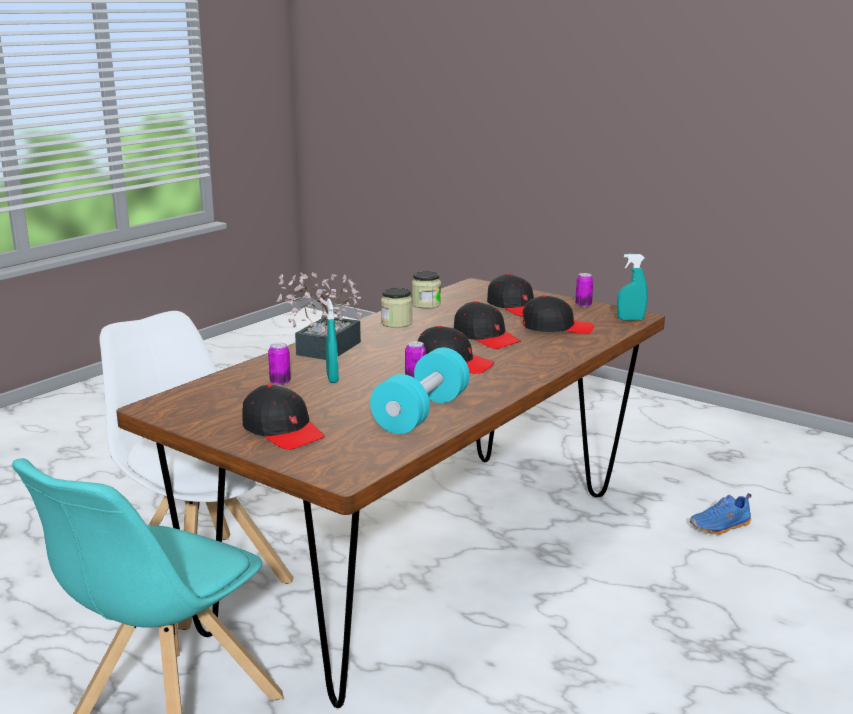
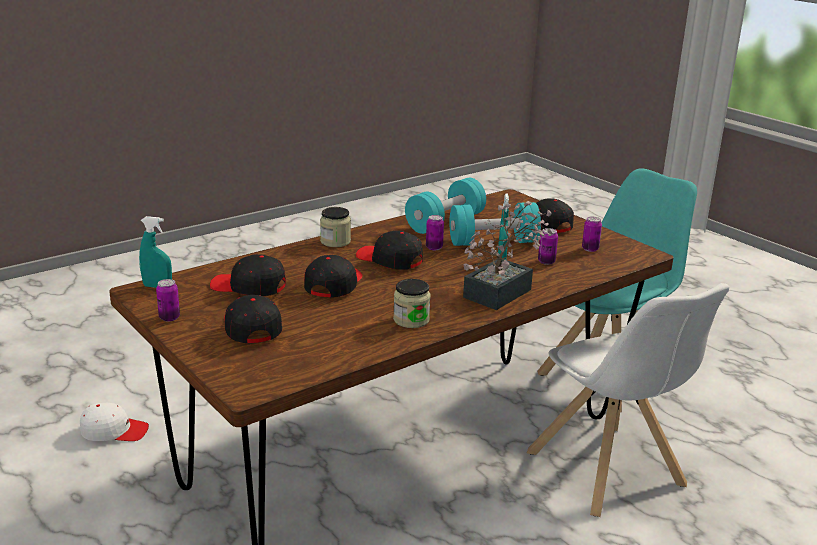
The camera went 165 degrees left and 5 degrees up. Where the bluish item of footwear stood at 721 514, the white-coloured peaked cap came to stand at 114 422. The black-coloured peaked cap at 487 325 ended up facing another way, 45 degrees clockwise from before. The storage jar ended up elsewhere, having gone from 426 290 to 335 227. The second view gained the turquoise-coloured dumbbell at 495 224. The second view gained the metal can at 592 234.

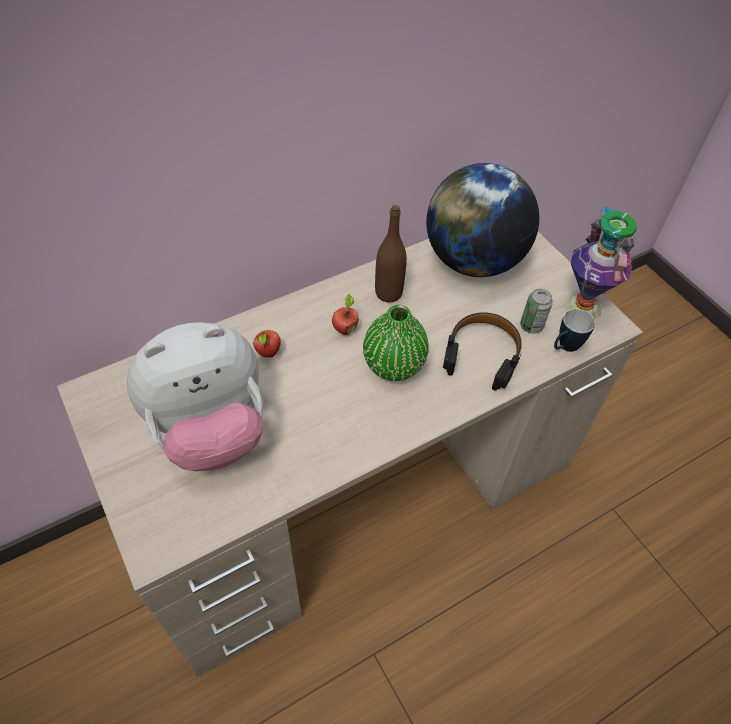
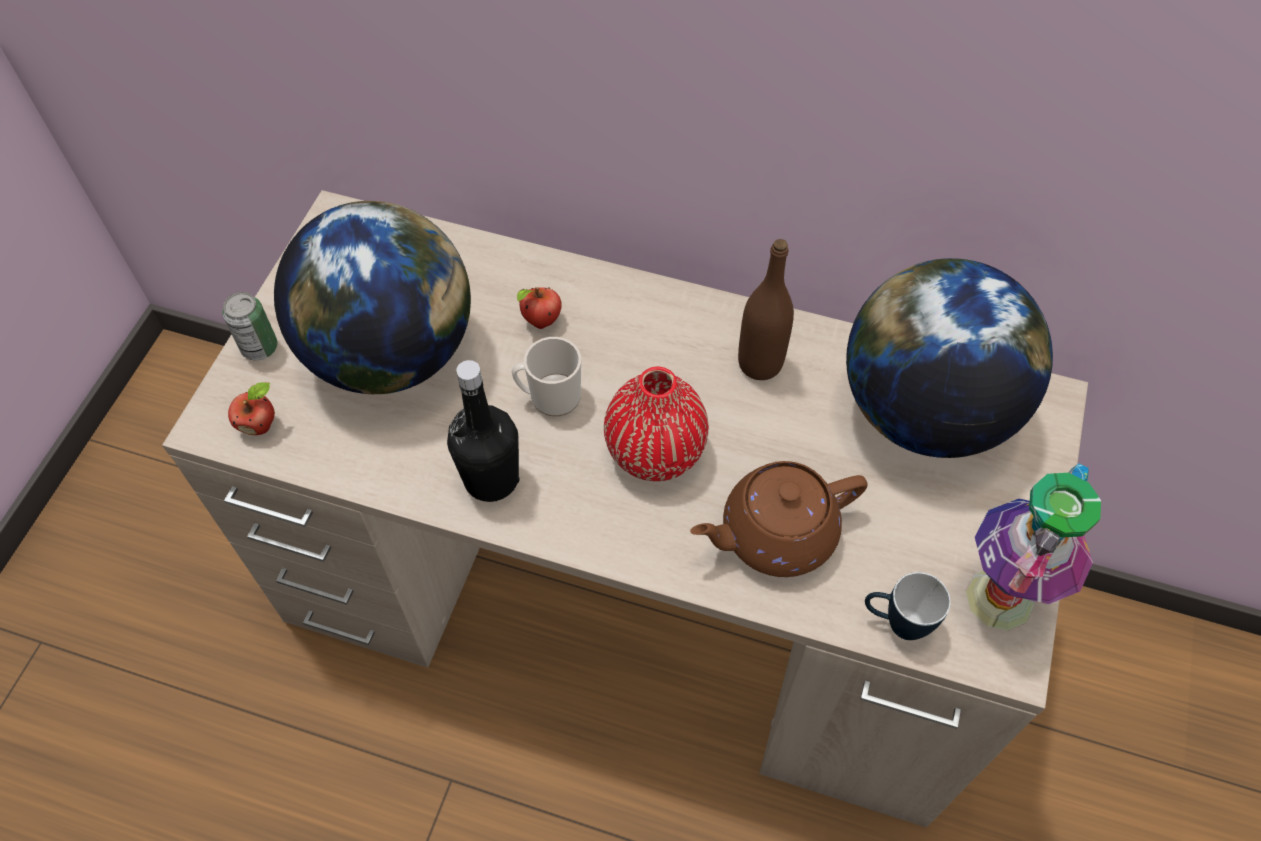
The camera went 50 degrees right and 5 degrees up. The metal can ended up elsewhere, having gone from 536 311 to 250 326. The apple ended up elsewhere, having gone from 345 314 to 251 408. Where the cuddly toy stood at 195 396, the globe came to stand at 372 297. The second view gained the black-coloured drink bottle at 483 431. The second view gained the coffee mug at 546 376. What was the green vase at 396 343 turned into the reddish vase at 656 424. Where the black-coloured pair of headphones stood at 482 351, the brown-coloured teapot came to stand at 779 519.

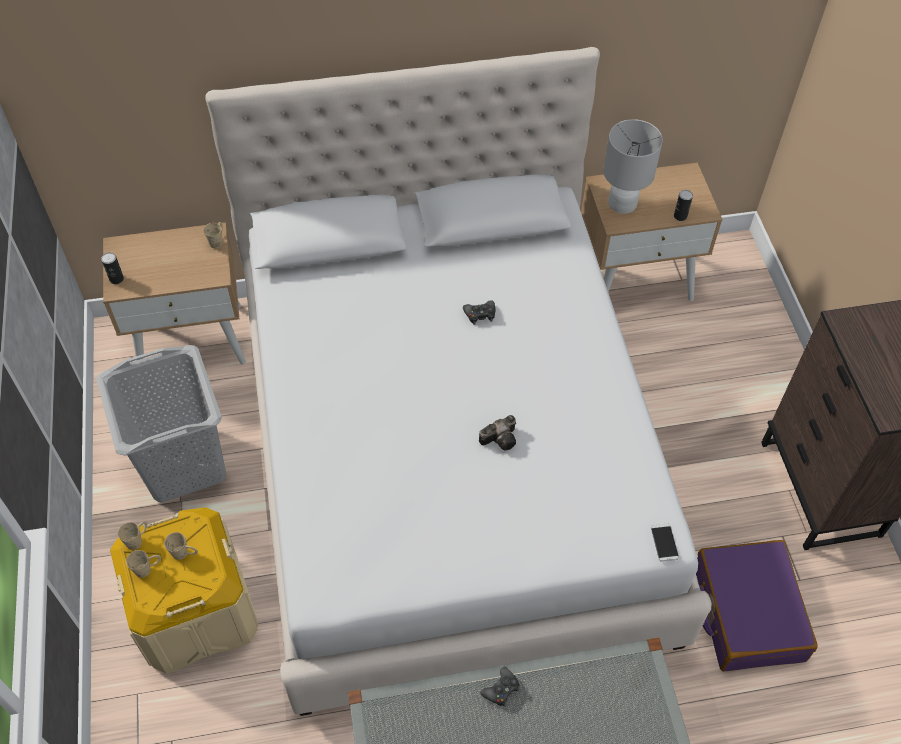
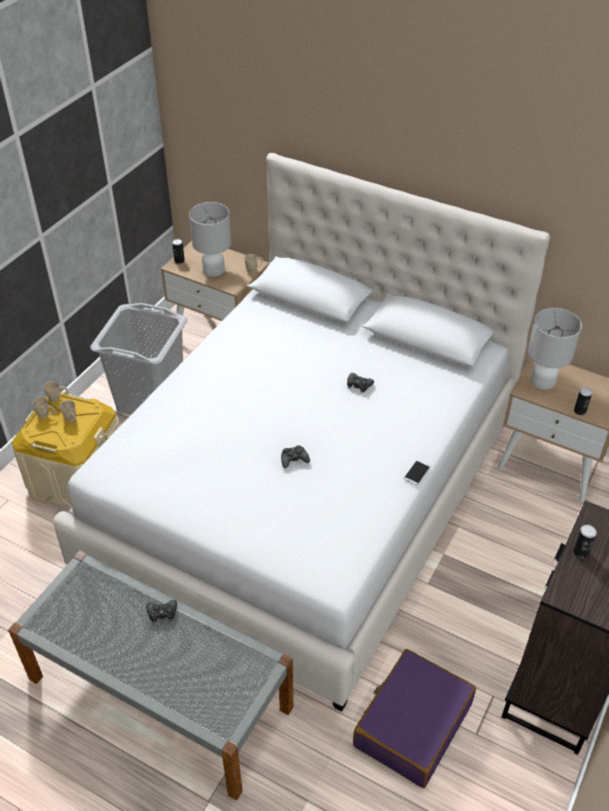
The camera went 40 degrees right and 10 degrees down. The second view gained the grey lamp for a table at 210 239. Where the still camera stood at 497 433, the black-coloured gamepad came to stand at 295 457. The handset ended up elsewhere, having gone from 665 543 to 417 472. The second view gained the metal can at 585 542.

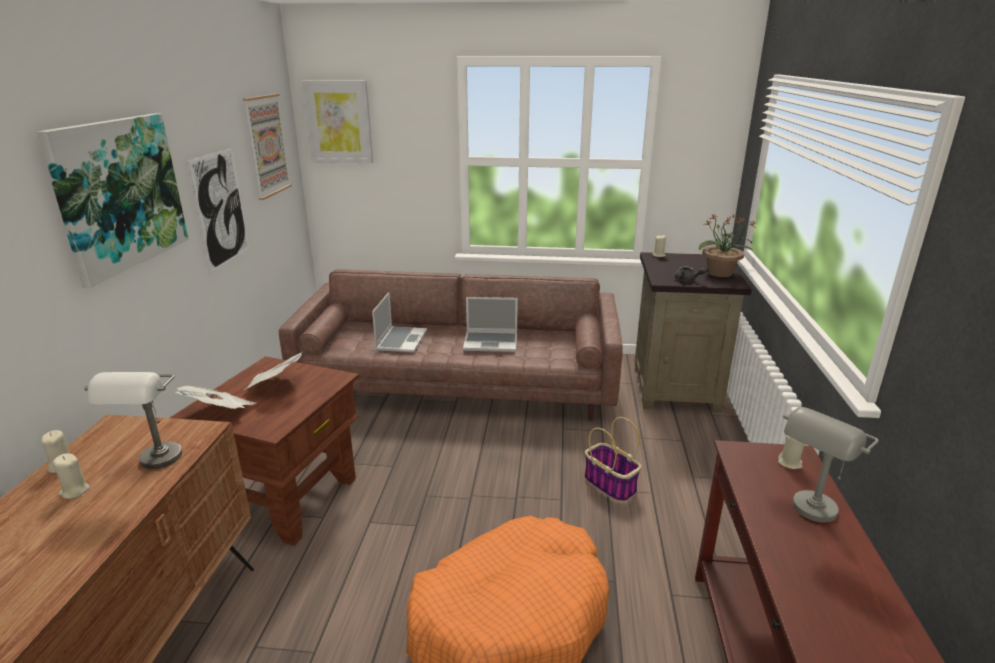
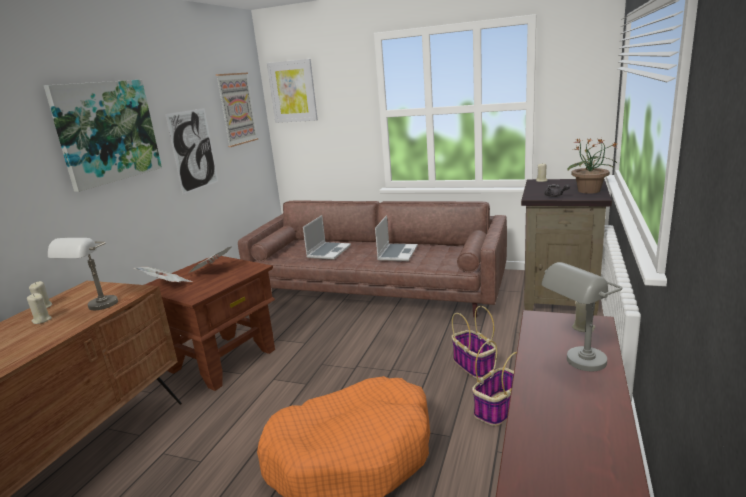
The camera went 15 degrees right and 5 degrees down. The portable computer at 490 324 ended up facing another way, 90 degrees counterclockwise from before. The second view gained the household basket at 494 383.

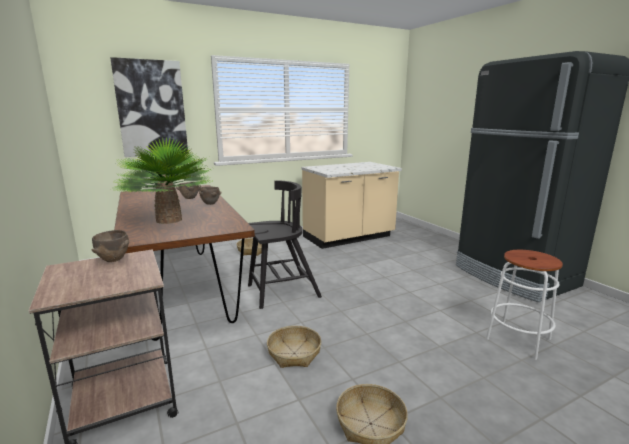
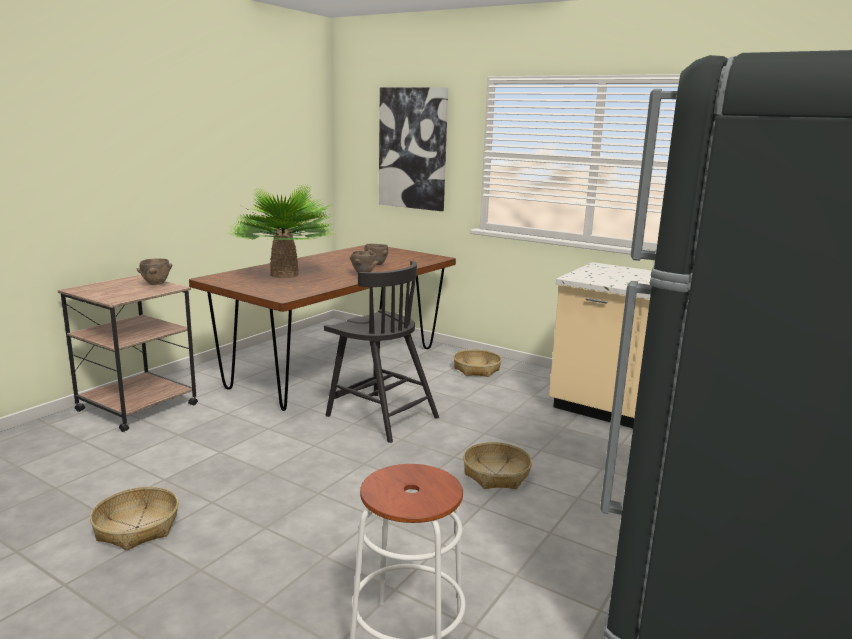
The camera went 60 degrees right and 0 degrees up. The household basket ended up elsewhere, having gone from 294 347 to 497 465.

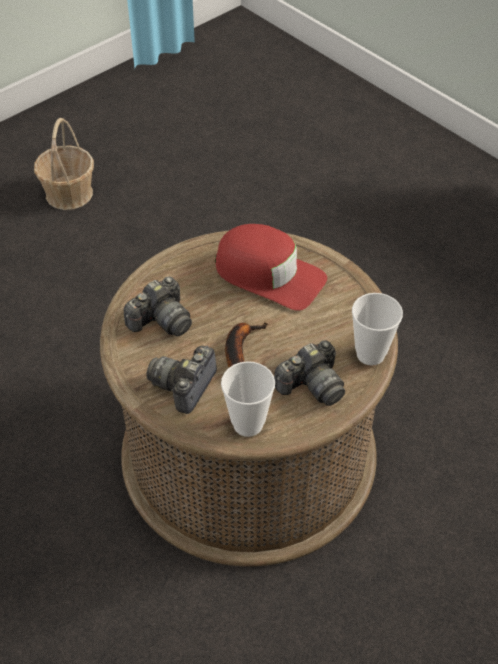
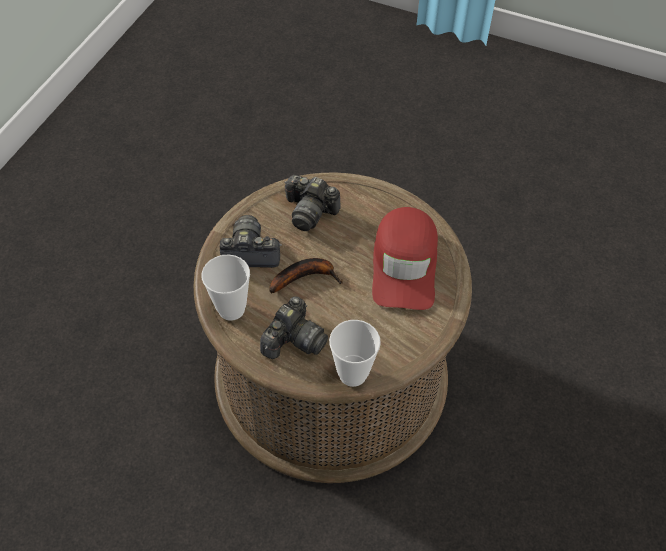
The camera went 65 degrees right and 5 degrees up. The still camera at 309 373 ended up facing another way, 90 degrees counterclockwise from before. The second view lost the household basket at 64 164.

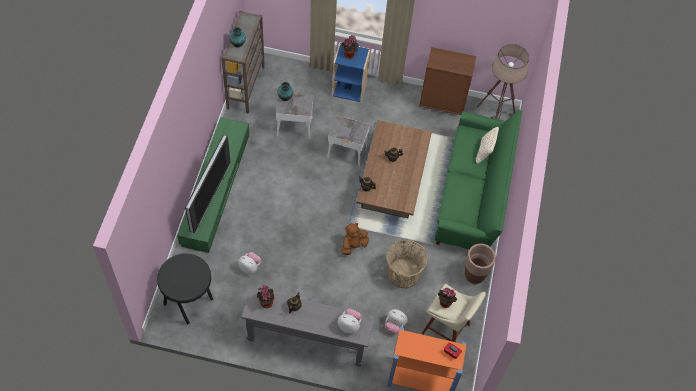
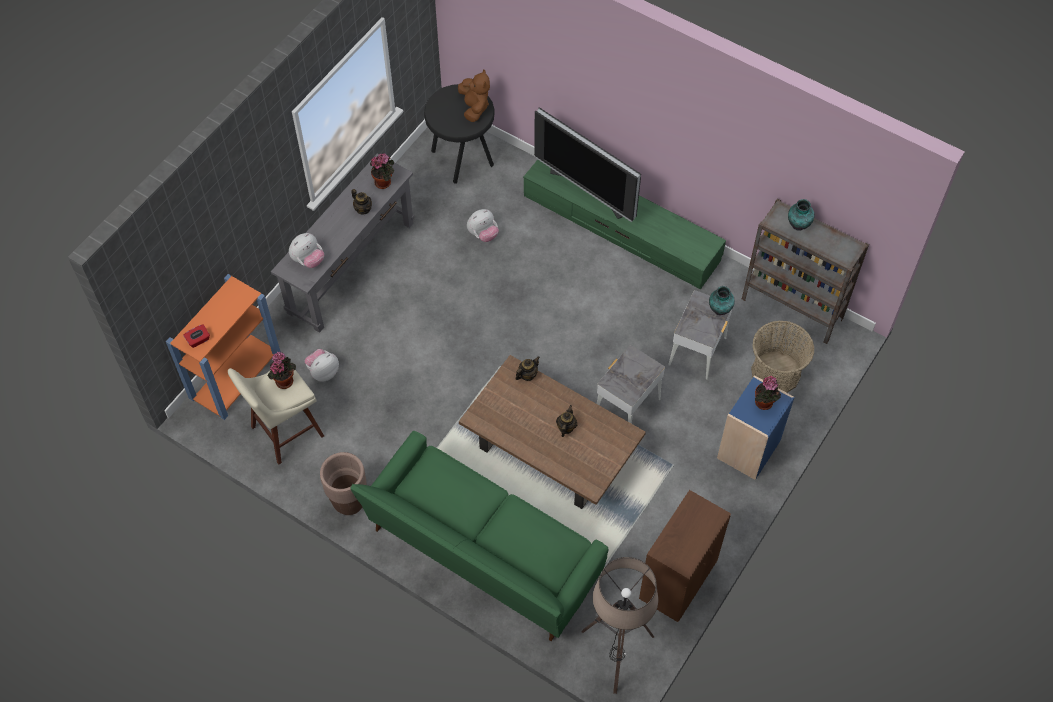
The camera went 115 degrees right and 0 degrees up. The brown-coloured cuddly toy ended up elsewhere, having gone from 355 239 to 474 96. The household basket ended up elsewhere, having gone from 407 264 to 783 357. The second view lost the beige-coloured cushion at 487 145.

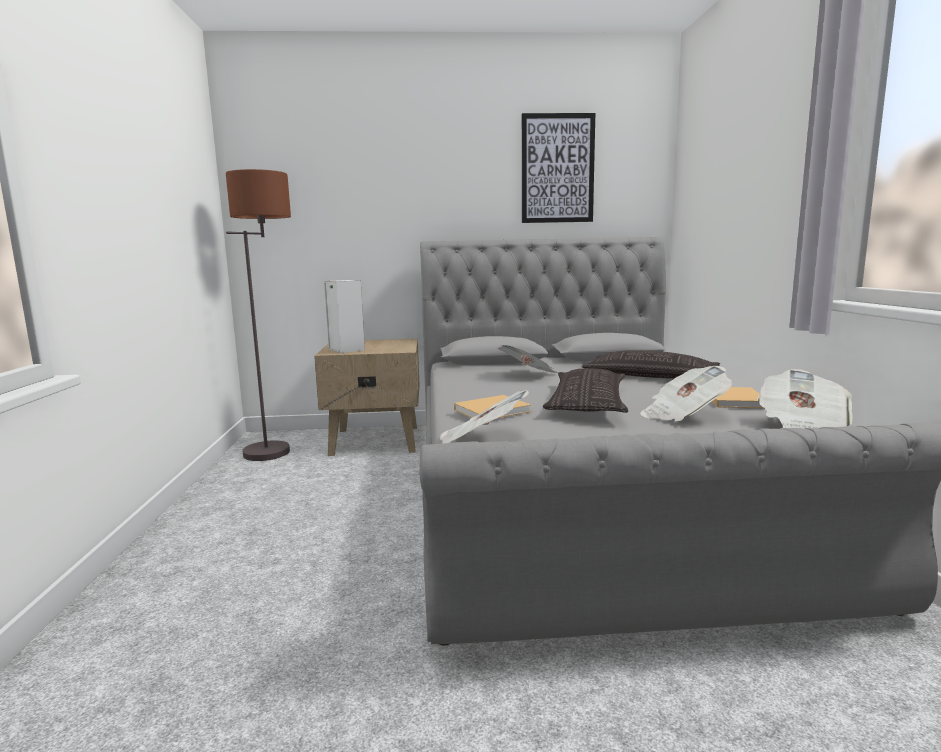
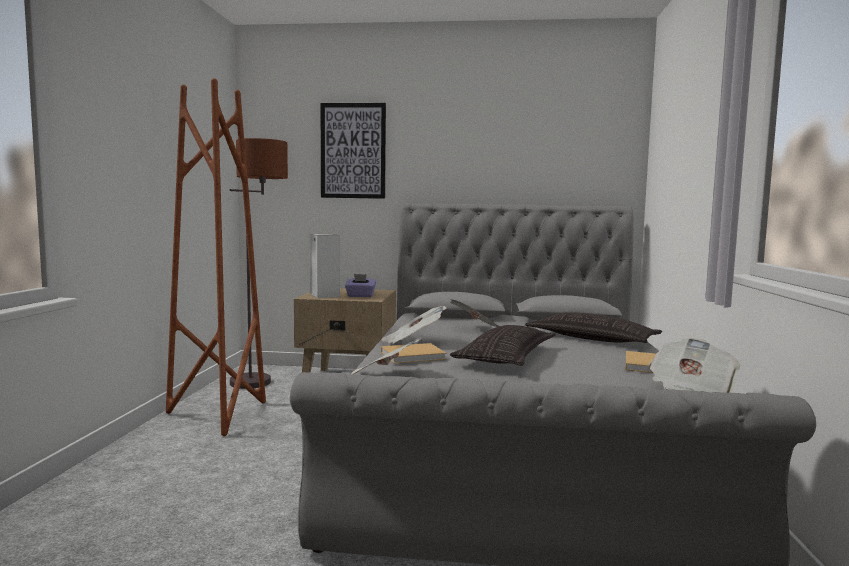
The camera went 10 degrees right and 5 degrees down. The second view gained the brown-coloured clothes rack at 216 257. The picture ended up elsewhere, having gone from 558 168 to 353 151. The second view gained the purple-coloured tissue box at 360 285. The daily paper ended up elsewhere, having gone from 686 393 to 413 325.

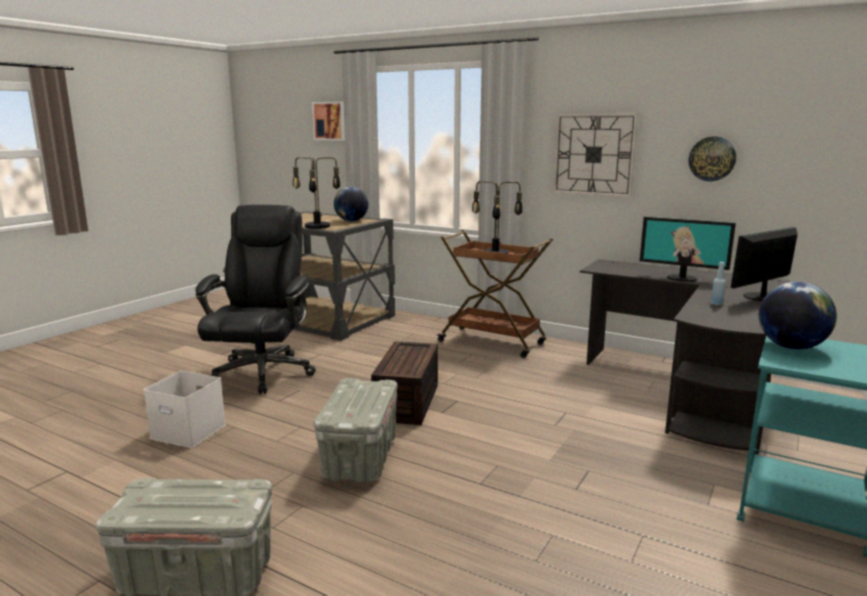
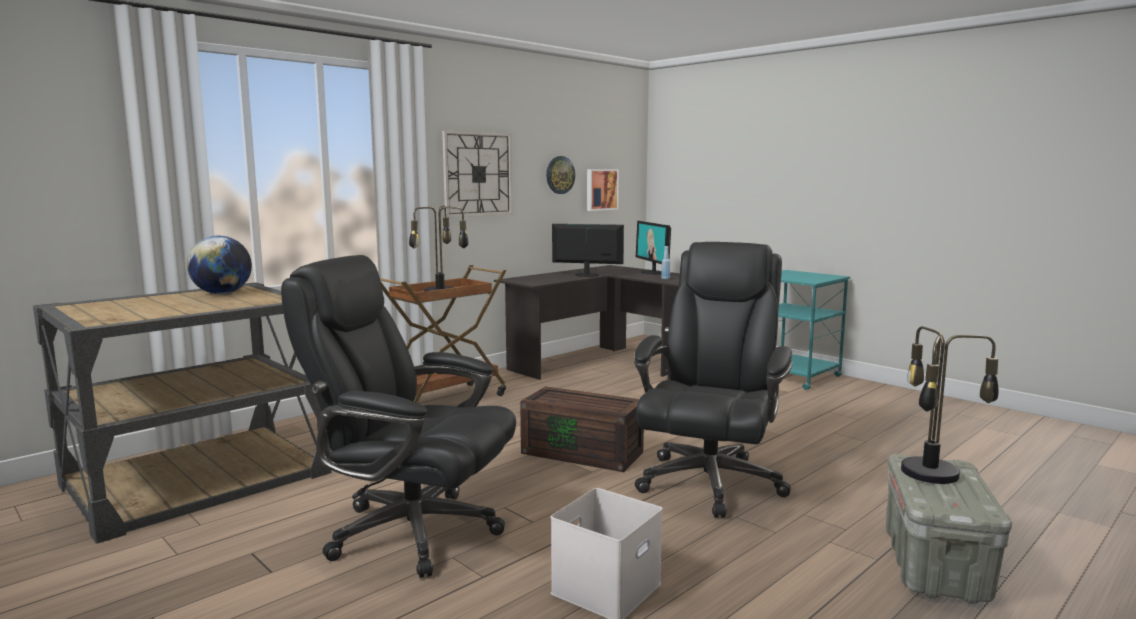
The camera went 75 degrees left and 5 degrees down. The monitor at 688 249 ended up facing another way, 120 degrees counterclockwise from before. The picture ended up elsewhere, having gone from 328 121 to 603 190. Where the grey storage container stood at 356 430, the black-coloured computer chair came to stand at 713 380. The lamp for a table ended up elsewhere, having gone from 316 193 to 949 405. The second view lost the globe at 798 316.

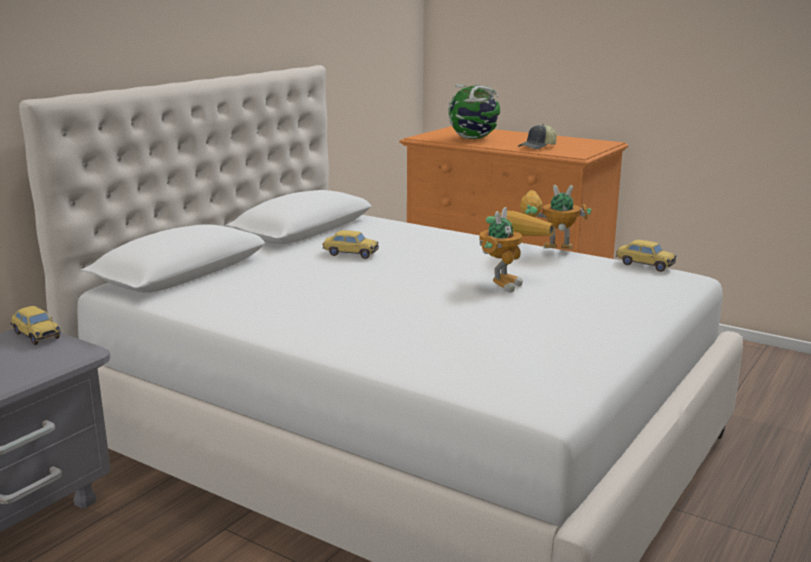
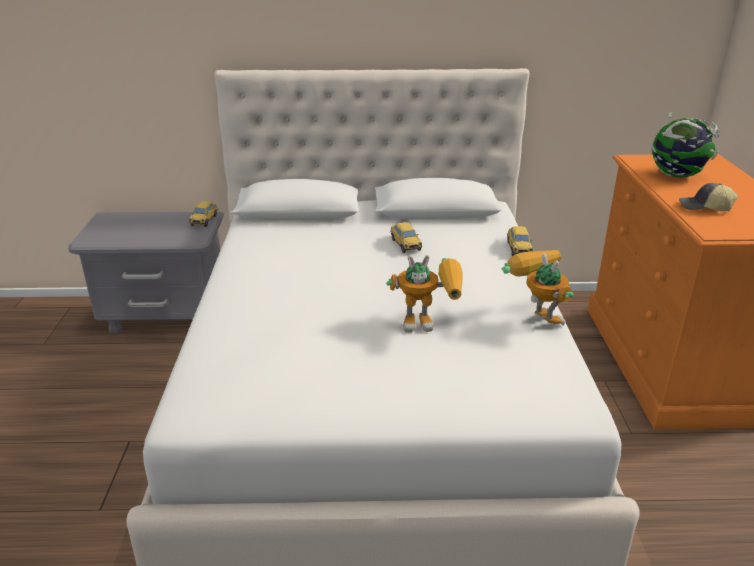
The camera went 55 degrees right and 10 degrees up. The toy car ended up elsewhere, having gone from 646 256 to 520 241.

